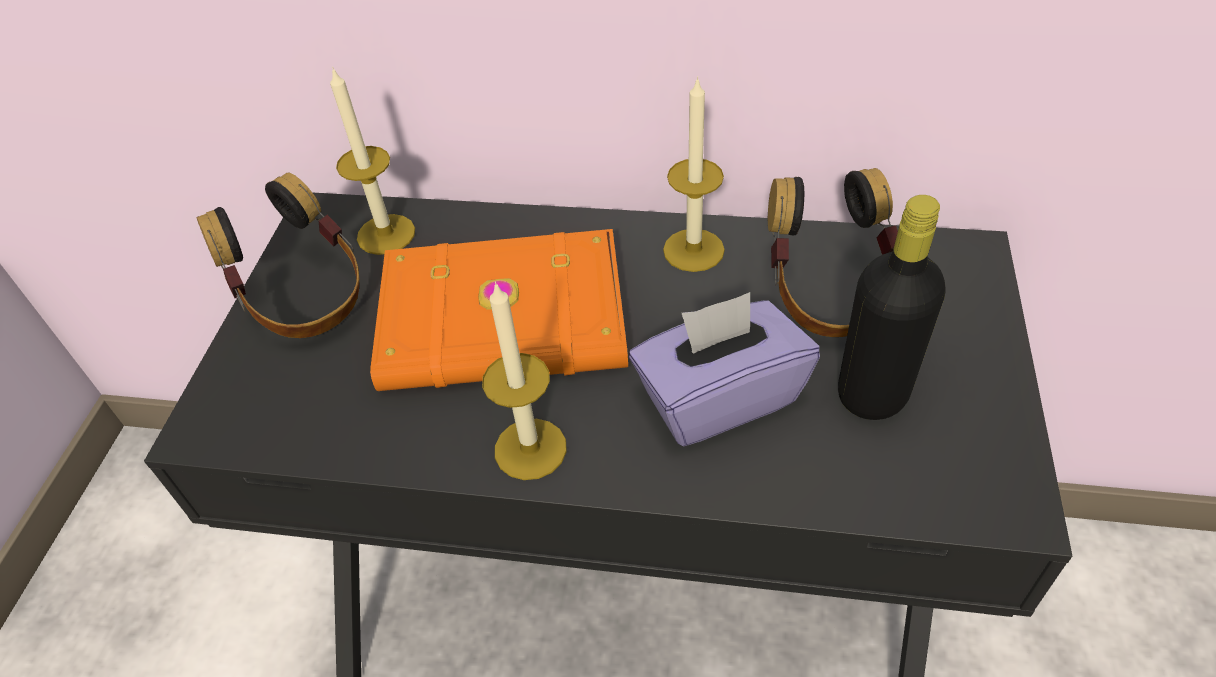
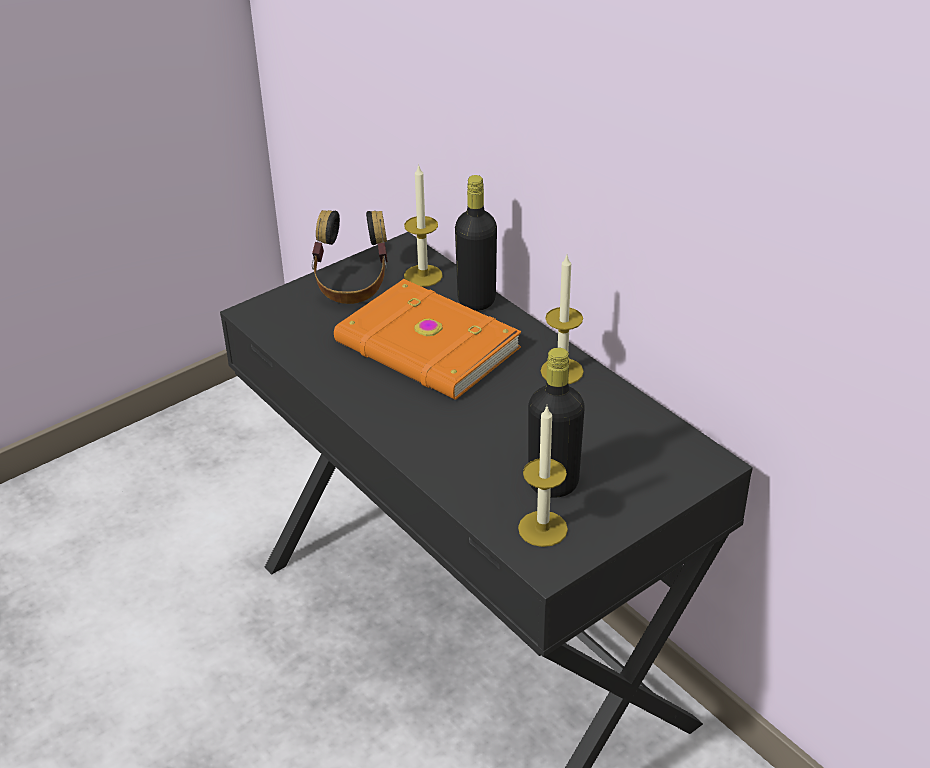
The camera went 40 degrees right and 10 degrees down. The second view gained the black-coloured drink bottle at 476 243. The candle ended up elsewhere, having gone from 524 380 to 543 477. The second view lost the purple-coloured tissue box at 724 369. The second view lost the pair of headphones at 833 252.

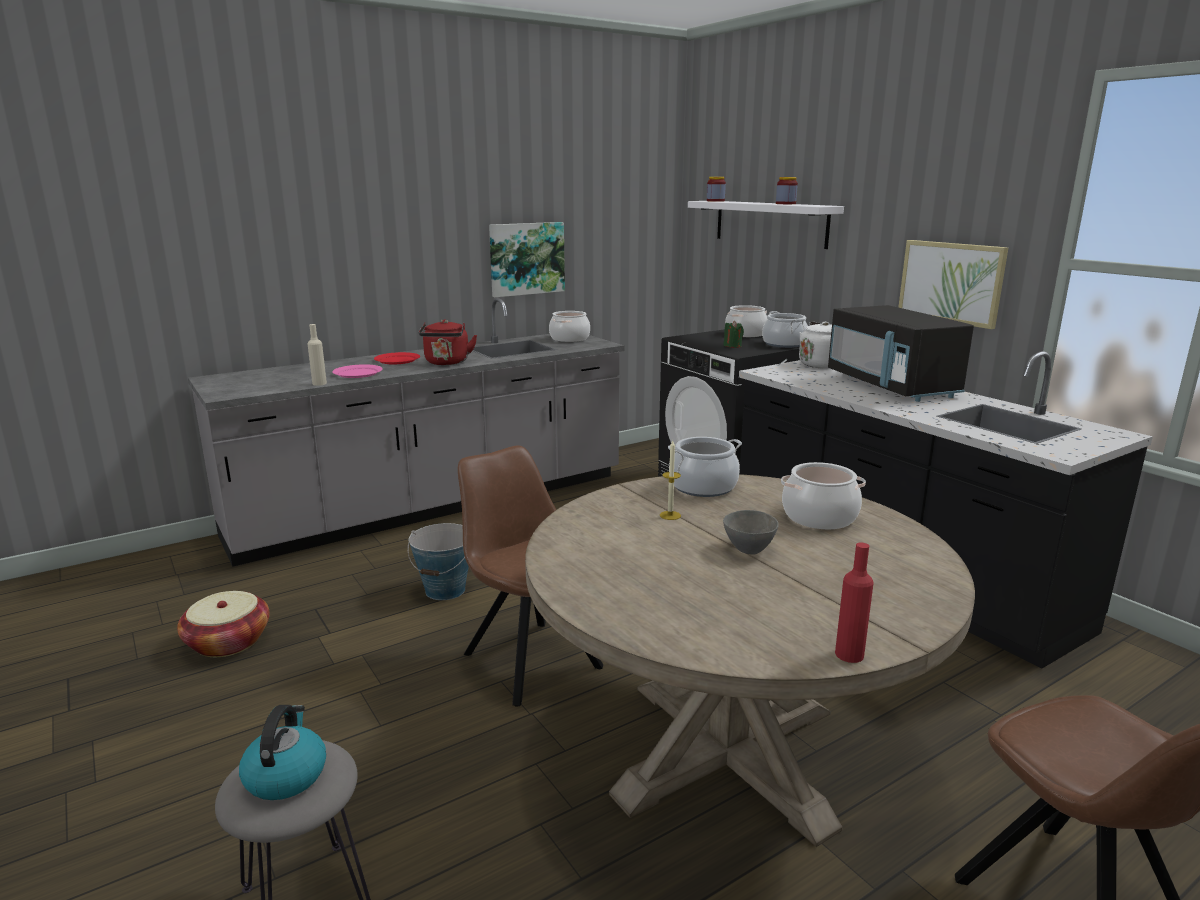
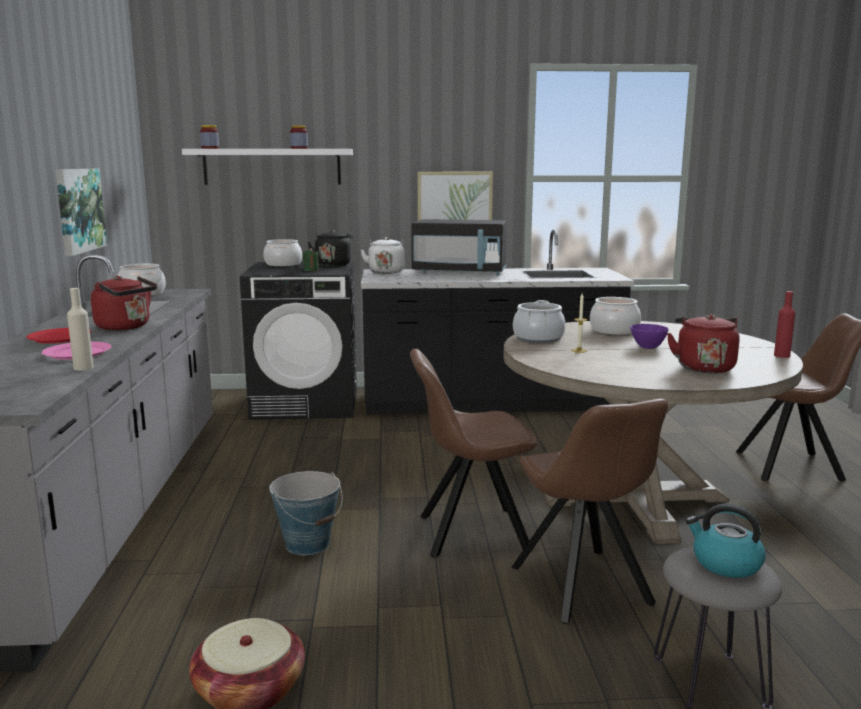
The camera went 60 degrees left and 5 degrees down. Where the stockpot stood at 785 329, the black-coloured kettle came to stand at 330 248. The second view gained the brown-coloured plain chair at 590 511. What was the grey serving bowl at 751 532 turned into the purple-coloured serving bowl at 649 336. The second view gained the reddish kettle at 703 343.

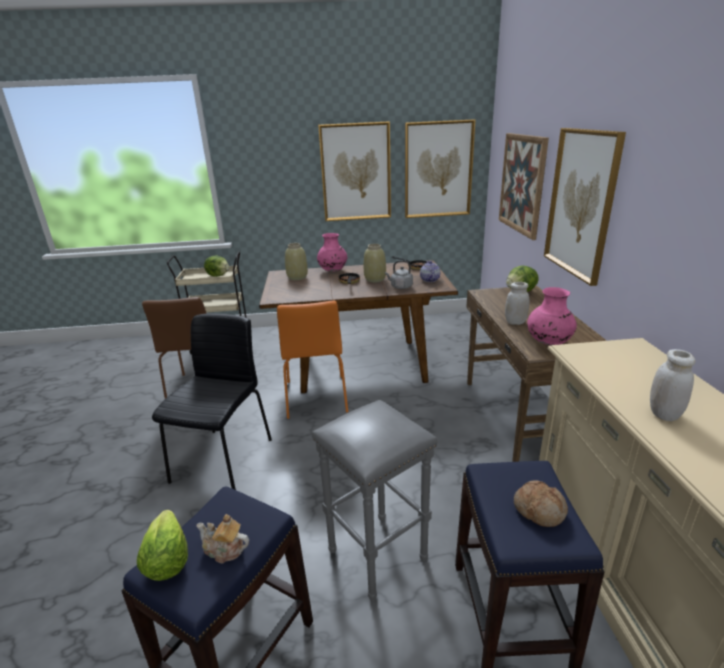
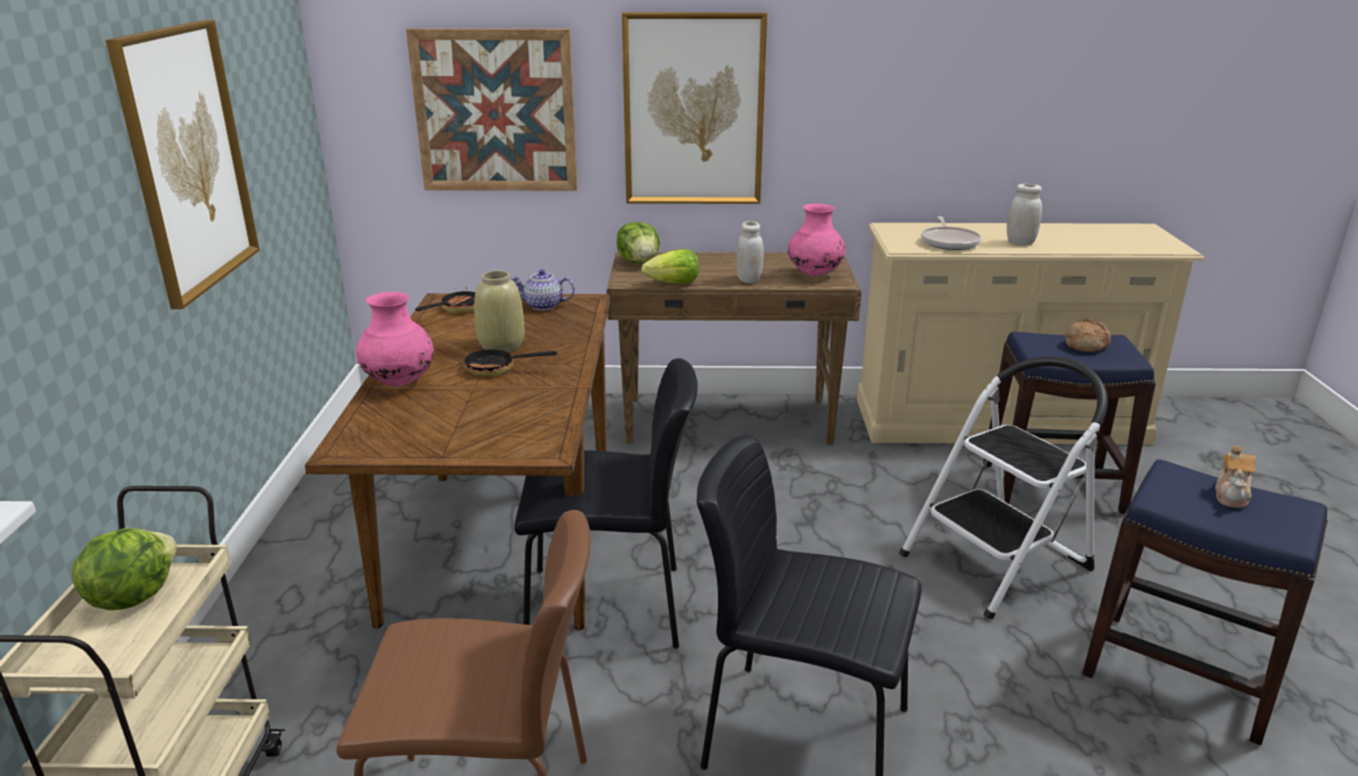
The camera went 85 degrees left and 0 degrees up. What was the orange-coloured plain chair at 312 359 turned into the black-coloured plain chair at 606 503. The lettuce ended up elsewhere, having gone from 162 545 to 670 266. Where the grey sitting stool stood at 374 500, the step ladder came to stand at 1003 487. The second view gained the frying pan at 951 233. The second view lost the beige-coloured vase at 296 261. The second view lost the grey kettle at 399 274. The second view lost the picture at 440 168.

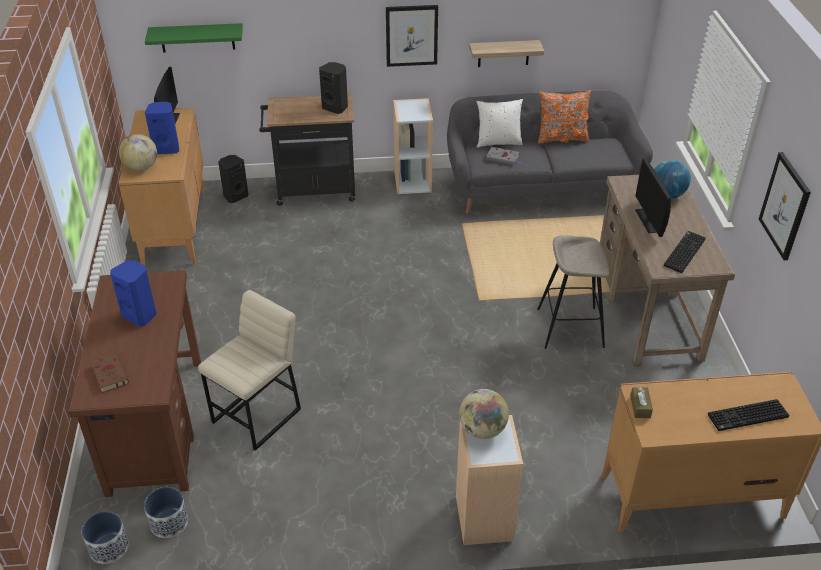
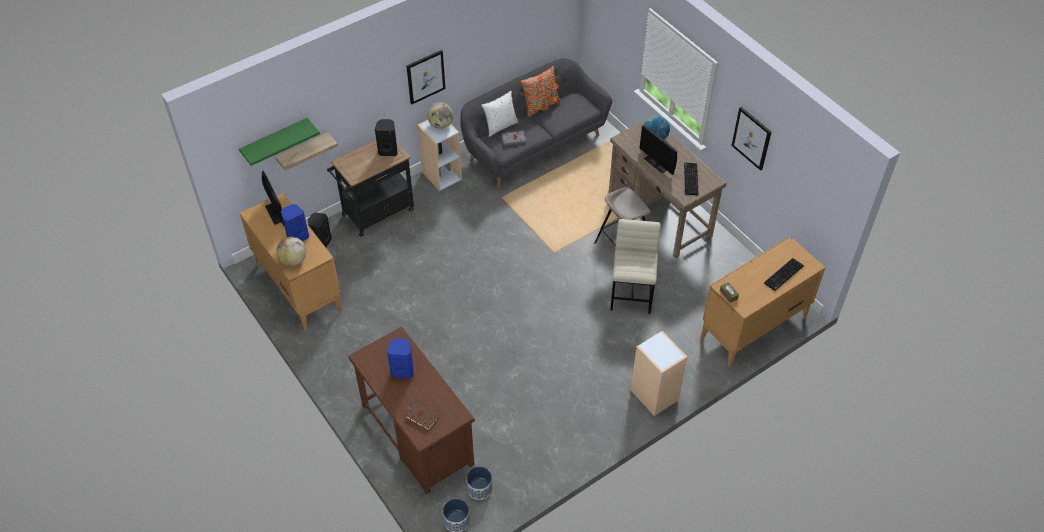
The camera went 30 degrees left and 10 degrees up. The wall shelf ended up elsewhere, having gone from 506 53 to 306 151. The globe ended up elsewhere, having gone from 484 414 to 440 116. The beige-coloured plain chair ended up elsewhere, having gone from 249 370 to 636 266.

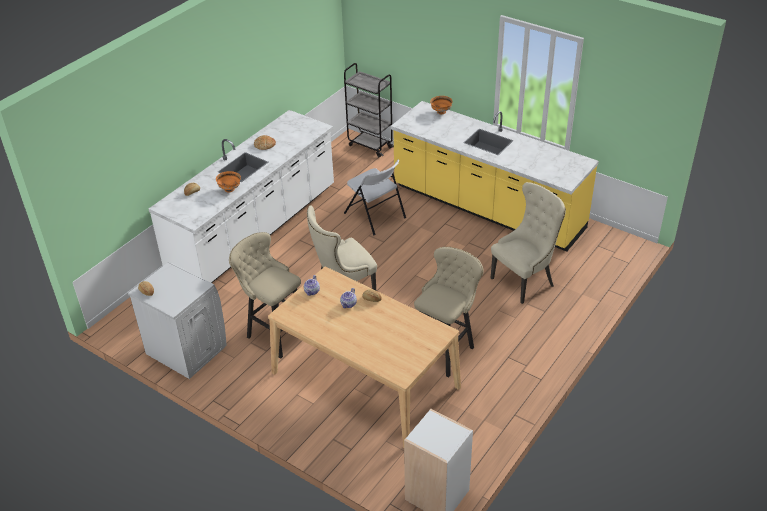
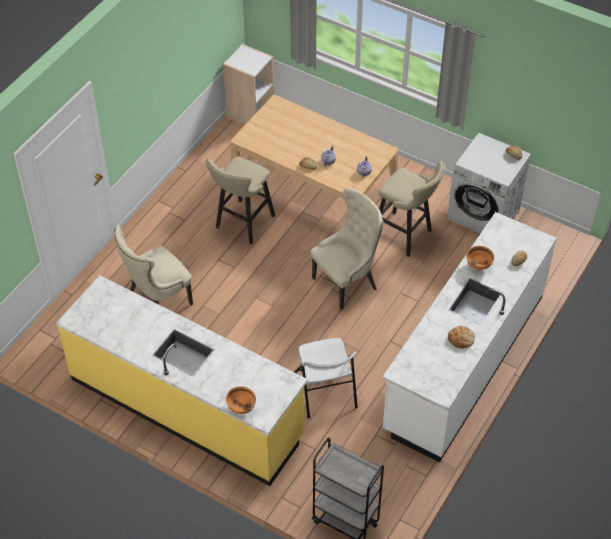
The camera went 175 degrees right and 10 degrees up. The white-coloured plain chair at 375 198 ended up facing another way, 150 degrees counterclockwise from before.

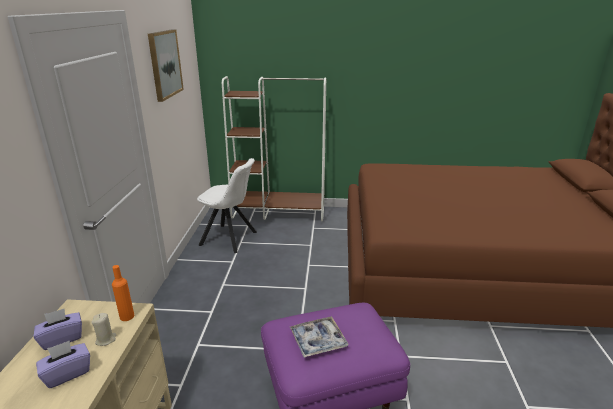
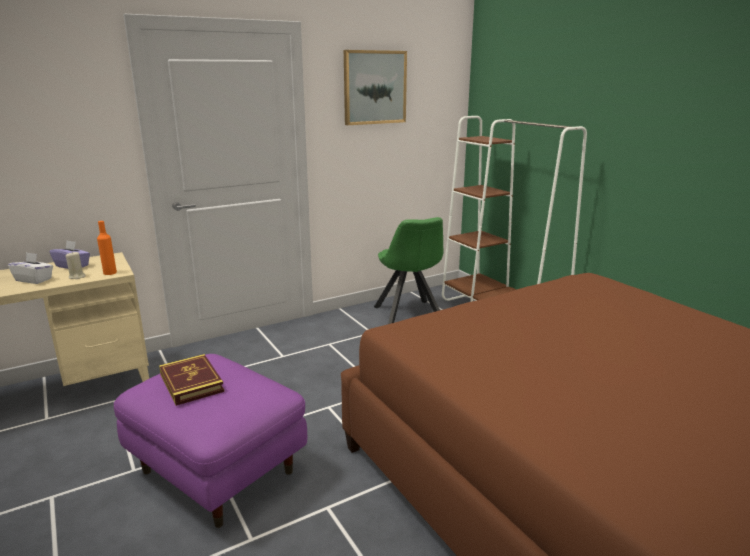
The camera went 55 degrees right and 5 degrees down. What was the purple-coloured tissue box at 63 364 turned into the white-coloured tissue box at 30 268. Where the serving tray stood at 319 336, the book came to stand at 191 380. What was the white-coloured plain chair at 227 205 turned into the green plain chair at 409 270.

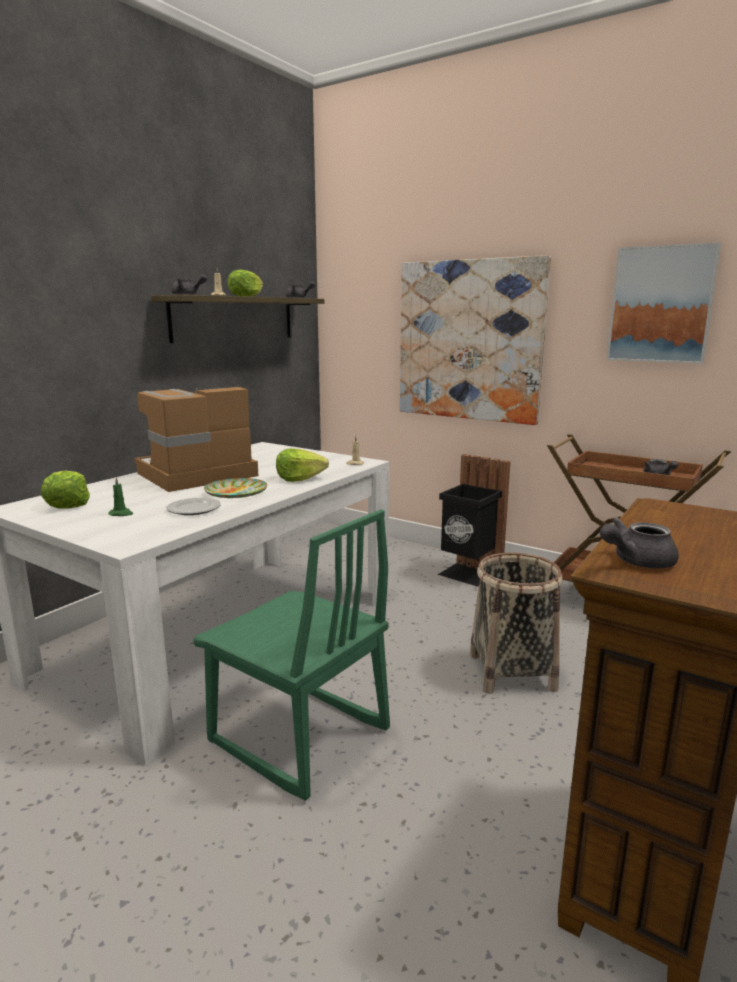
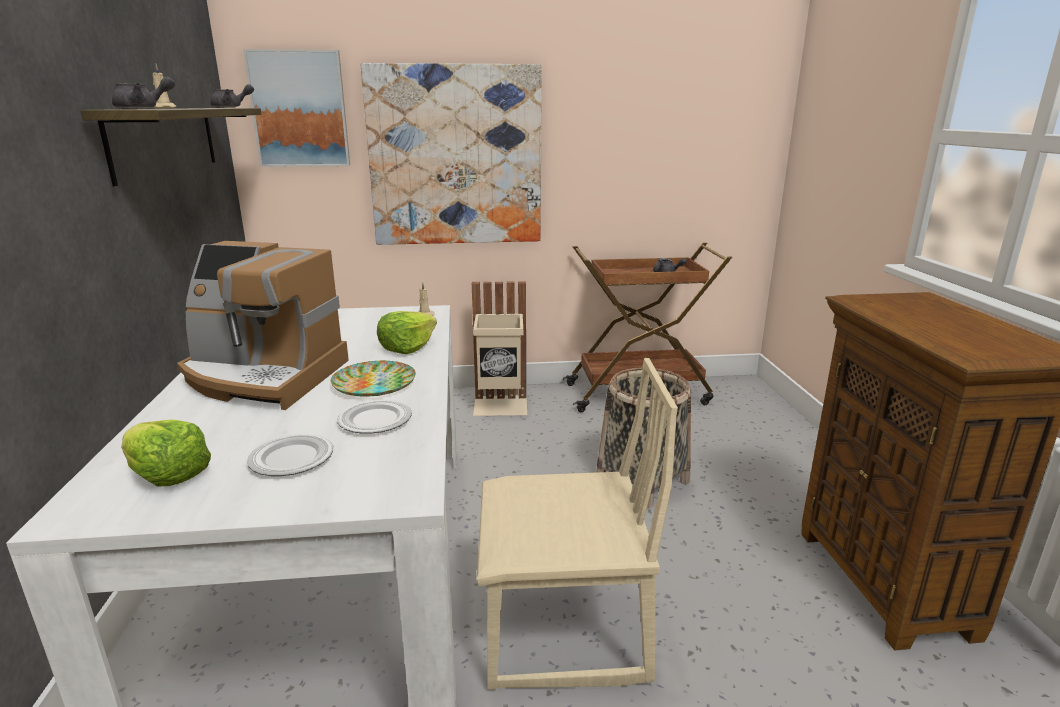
The camera went 40 degrees left and 5 degrees up. The coffee brewer at 196 439 ended up facing another way, 90 degrees counterclockwise from before. The picture ended up elsewhere, having gone from 664 303 to 296 108. Where the green candle stood at 121 496, the dinner plate came to stand at 290 455. What was the black-coloured waste bin at 474 520 turned into the beige-coloured waste bin at 499 348. What was the green plain chair at 291 655 turned into the beige-coloured plain chair at 577 524. The second view lost the lettuce at 245 283. The second view lost the grey teapot at 639 542.

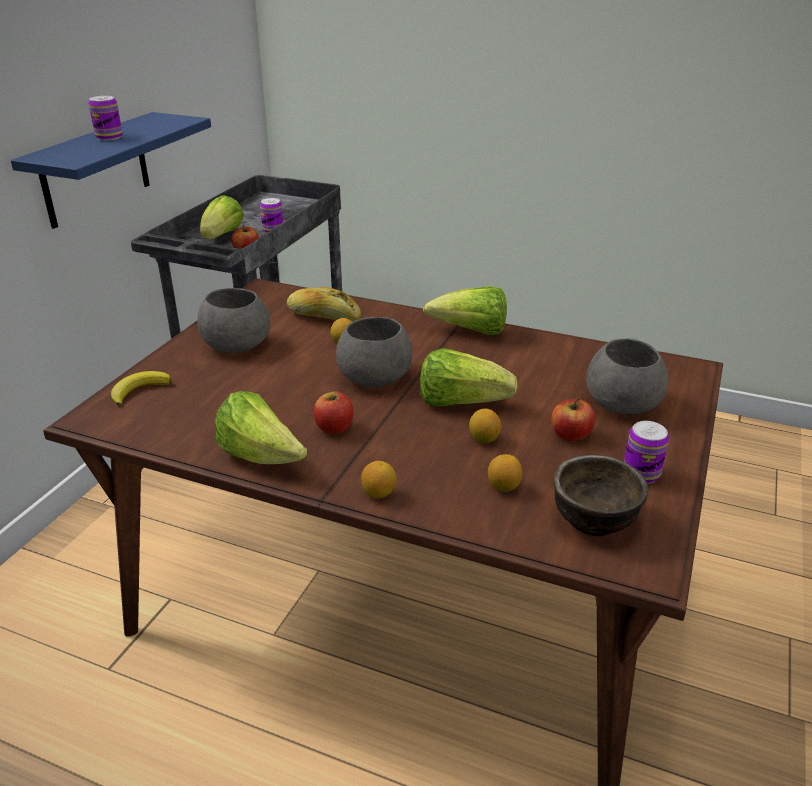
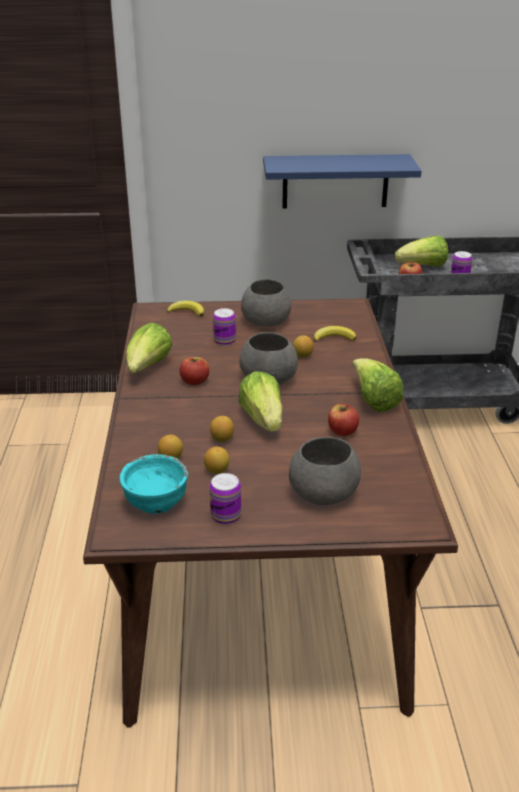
The camera went 65 degrees right and 0 degrees up. What was the brown-coloured serving bowl at 600 495 turned into the turquoise-coloured serving bowl at 154 484. The citrus fruit ended up elsewhere, having gone from 378 479 to 216 460. The metal can ended up elsewhere, having gone from 105 118 to 224 327. Where the bread stood at 324 304, the whole banana came to stand at 335 334. The apple ended up elsewhere, having gone from 573 419 to 343 420.

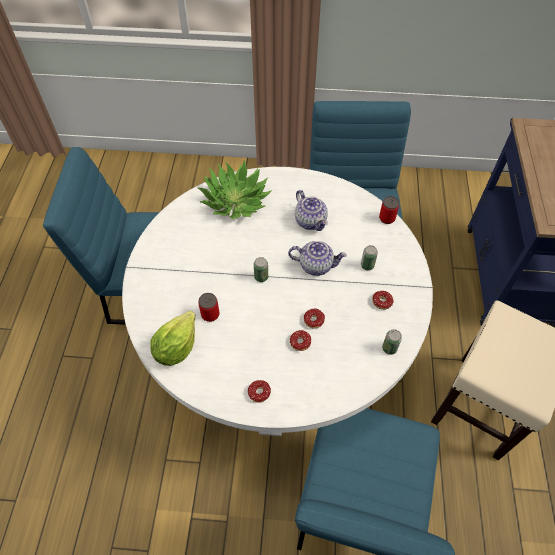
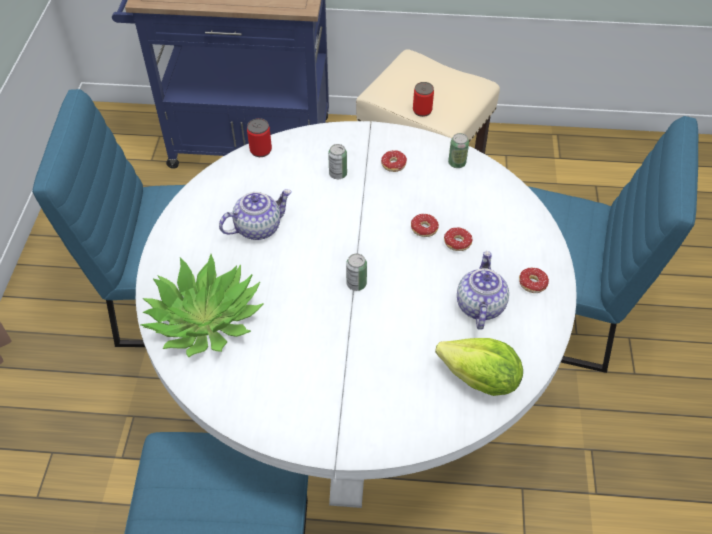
The camera went 90 degrees left and 5 degrees down. The metal can ended up elsewhere, having gone from 208 307 to 423 99. The teapot ended up elsewhere, having gone from 317 258 to 483 290.

